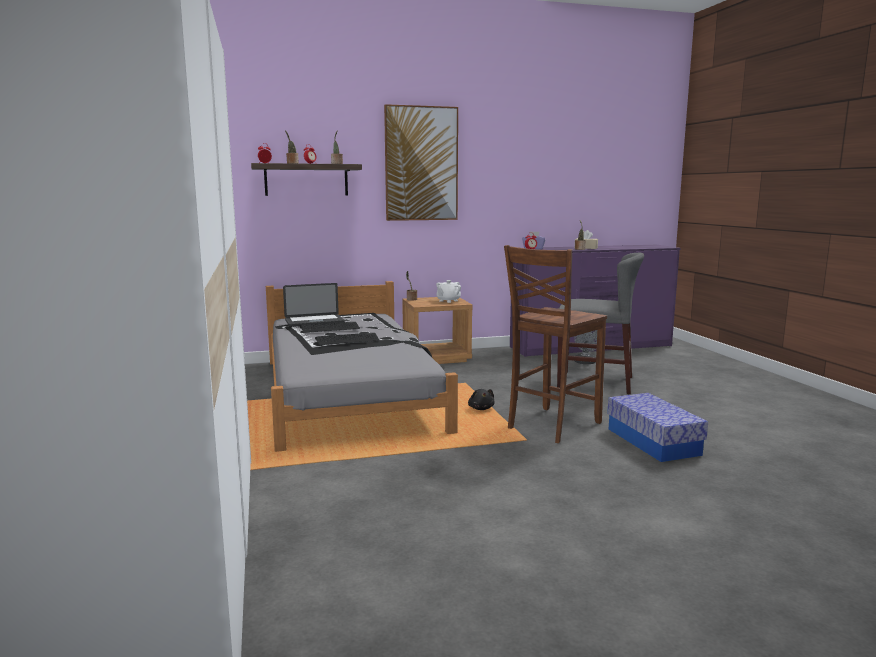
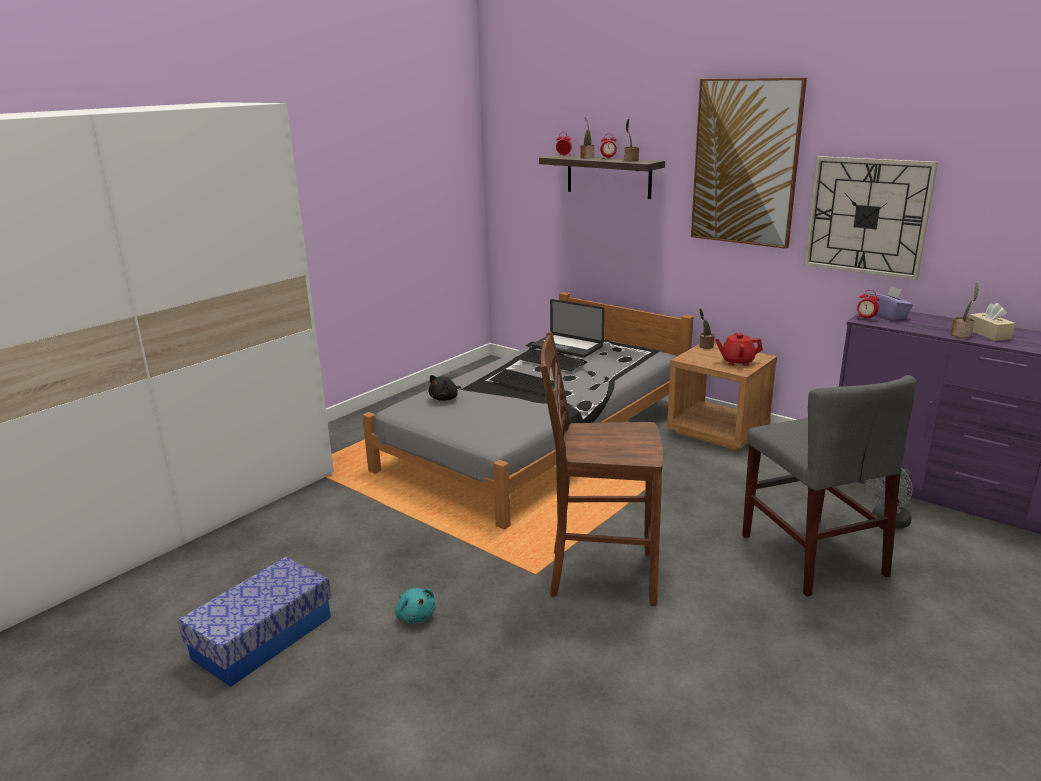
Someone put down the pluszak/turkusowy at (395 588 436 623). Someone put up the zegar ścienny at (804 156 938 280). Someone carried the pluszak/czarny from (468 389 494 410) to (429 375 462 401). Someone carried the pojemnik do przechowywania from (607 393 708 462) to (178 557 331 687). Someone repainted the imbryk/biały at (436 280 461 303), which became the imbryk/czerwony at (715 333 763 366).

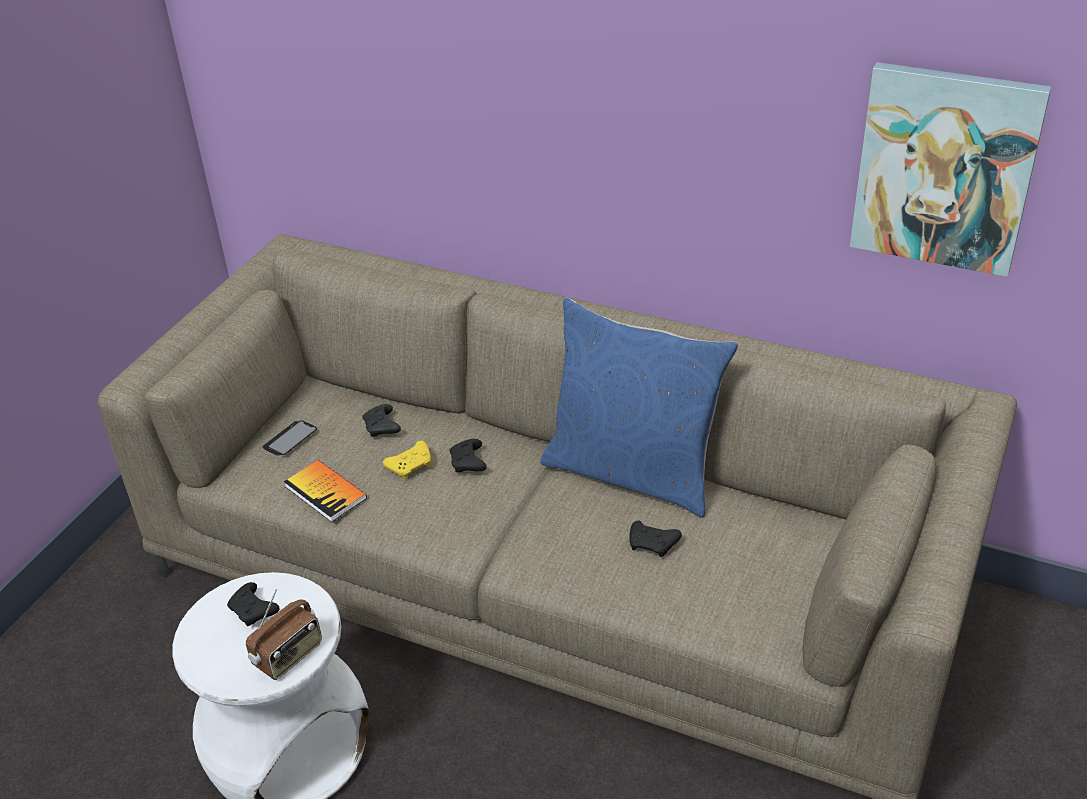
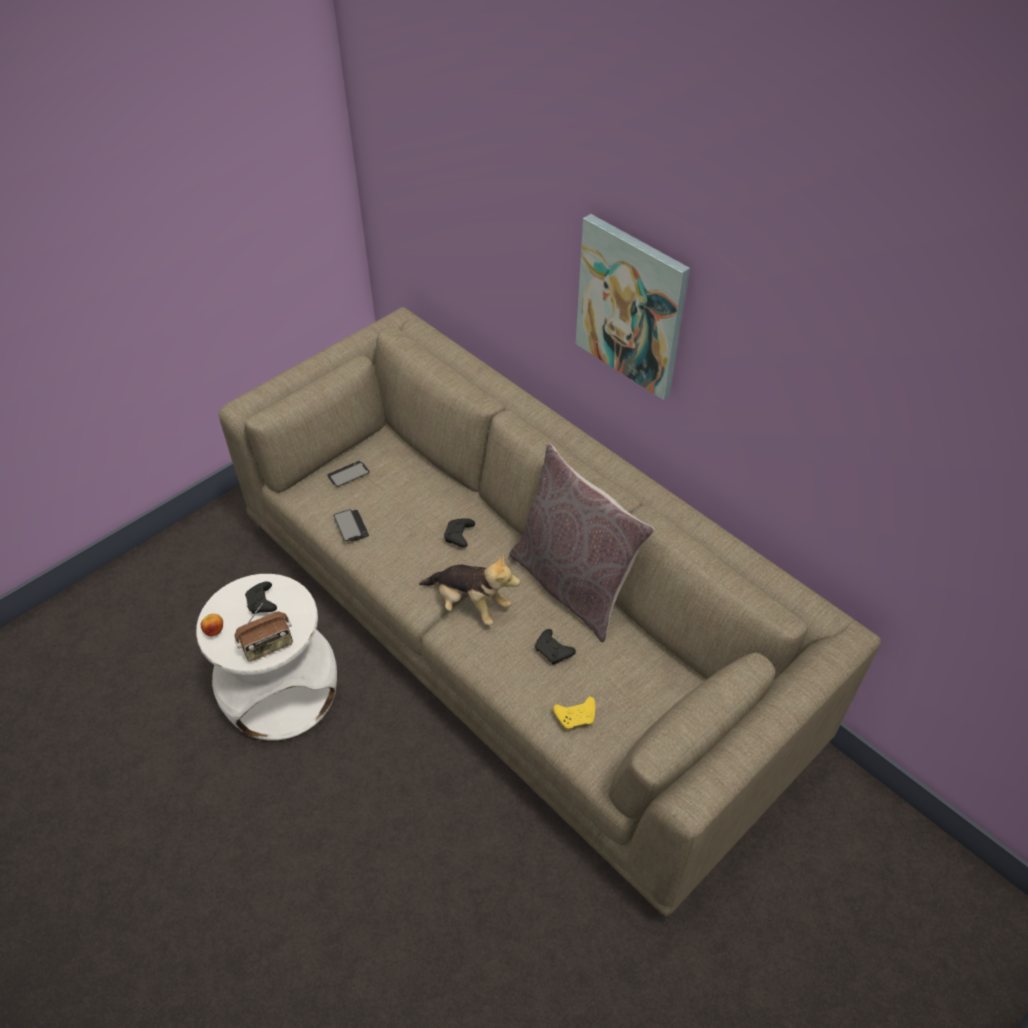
Someone took away the pad do gier/czarny at (362 404 401 437). Someone put down the jabłko at (201 614 223 636). Someone put down the pluszak at (419 553 520 625). Someone carried the pad do gier/żółty from (383 441 431 479) to (553 697 596 730). Someone carried the obraz from (850 62 1051 277) to (576 214 690 400). Someone swapped the książka at (284 460 367 522) for the telefon at (333 509 369 542). Someone repainted the poduszka/niebieski at (540 297 738 518), which became the poduszka/szary at (509 444 655 642).

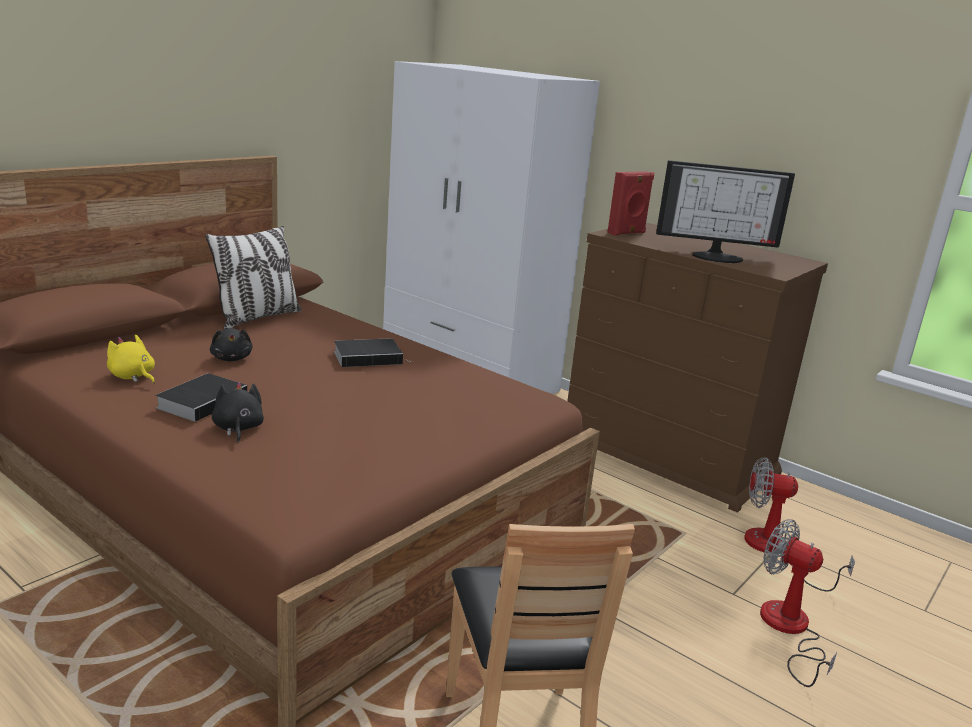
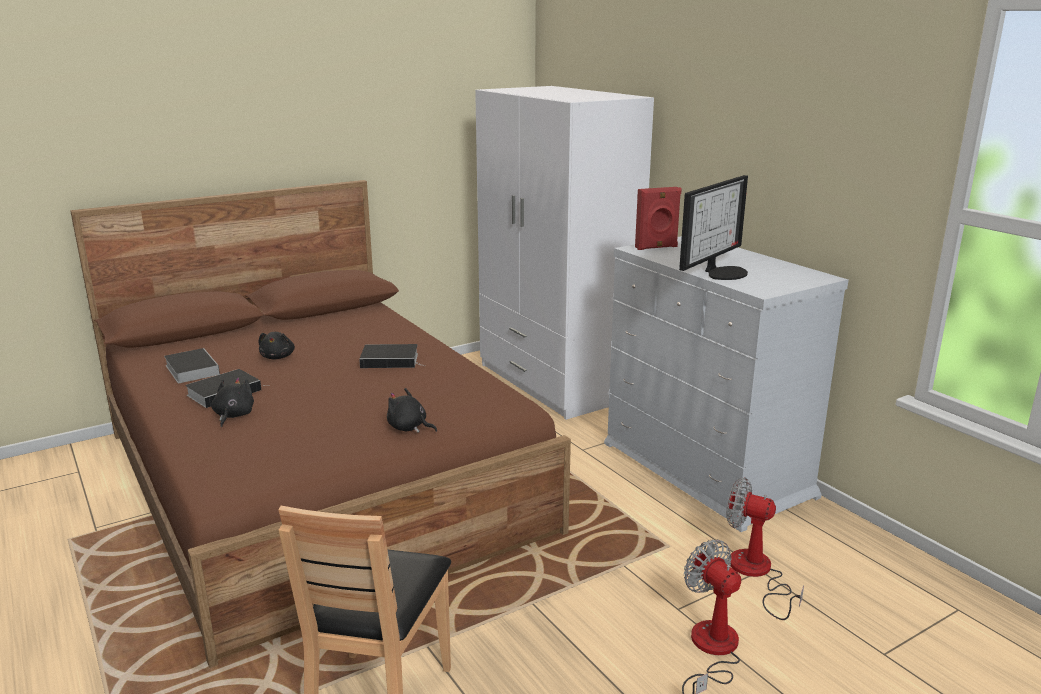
Someone took away the poduszka at (205 226 302 329). Someone put down the pluszak/czarny at (387 388 437 433). Someone swapped the pluszak/żółty at (107 334 155 384) for the książka at (164 348 220 383). Someone repainted the komoda/brązowy at (568 223 828 513), which became the komoda/biały at (604 236 849 532). Someone rotated the monitor at (656 160 795 263) by 75 degrees counterclockwise.

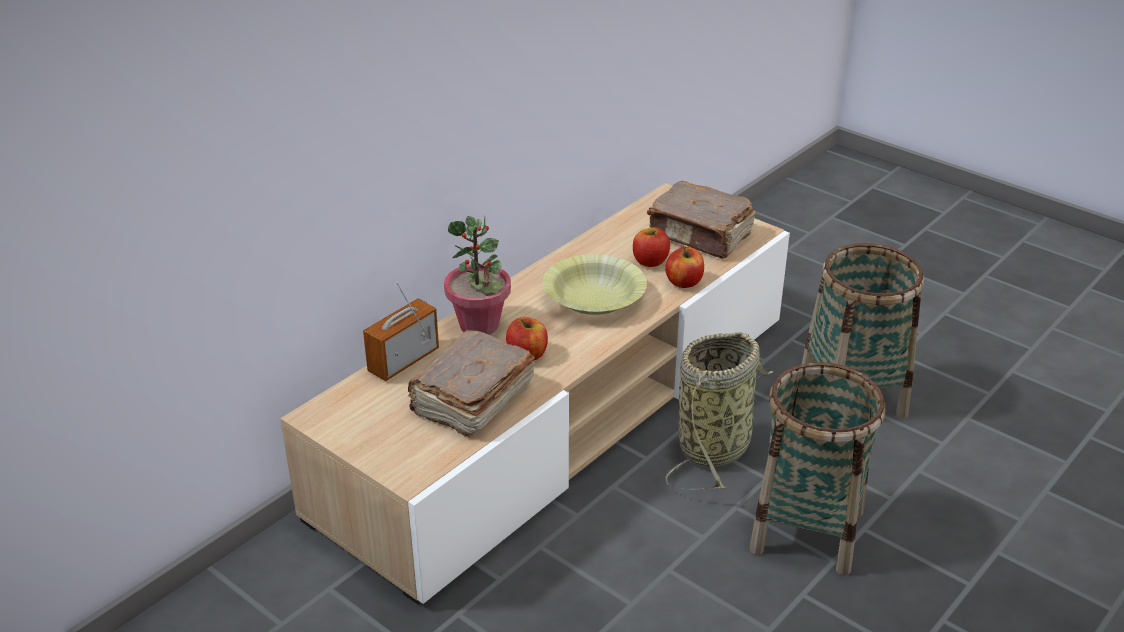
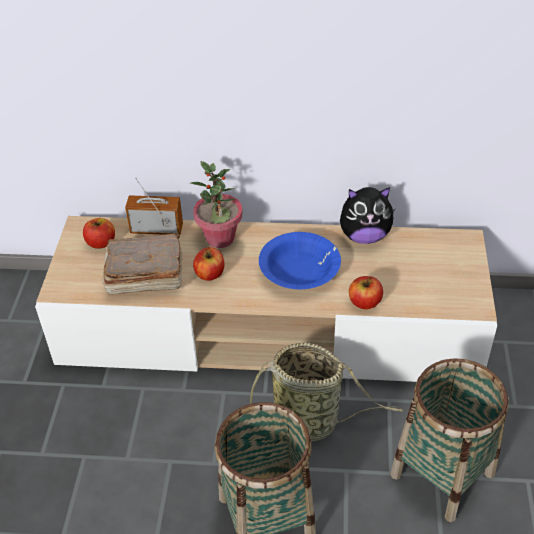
Someone took away the książka/brązowy at (647 181 756 259). Someone put down the pluszak at (340 187 395 244). Someone carried the jabłko from (633 227 670 267) to (83 218 115 248). Someone repainted the miska/żółty at (543 254 647 315), which became the miska/niebieski at (259 232 341 289).

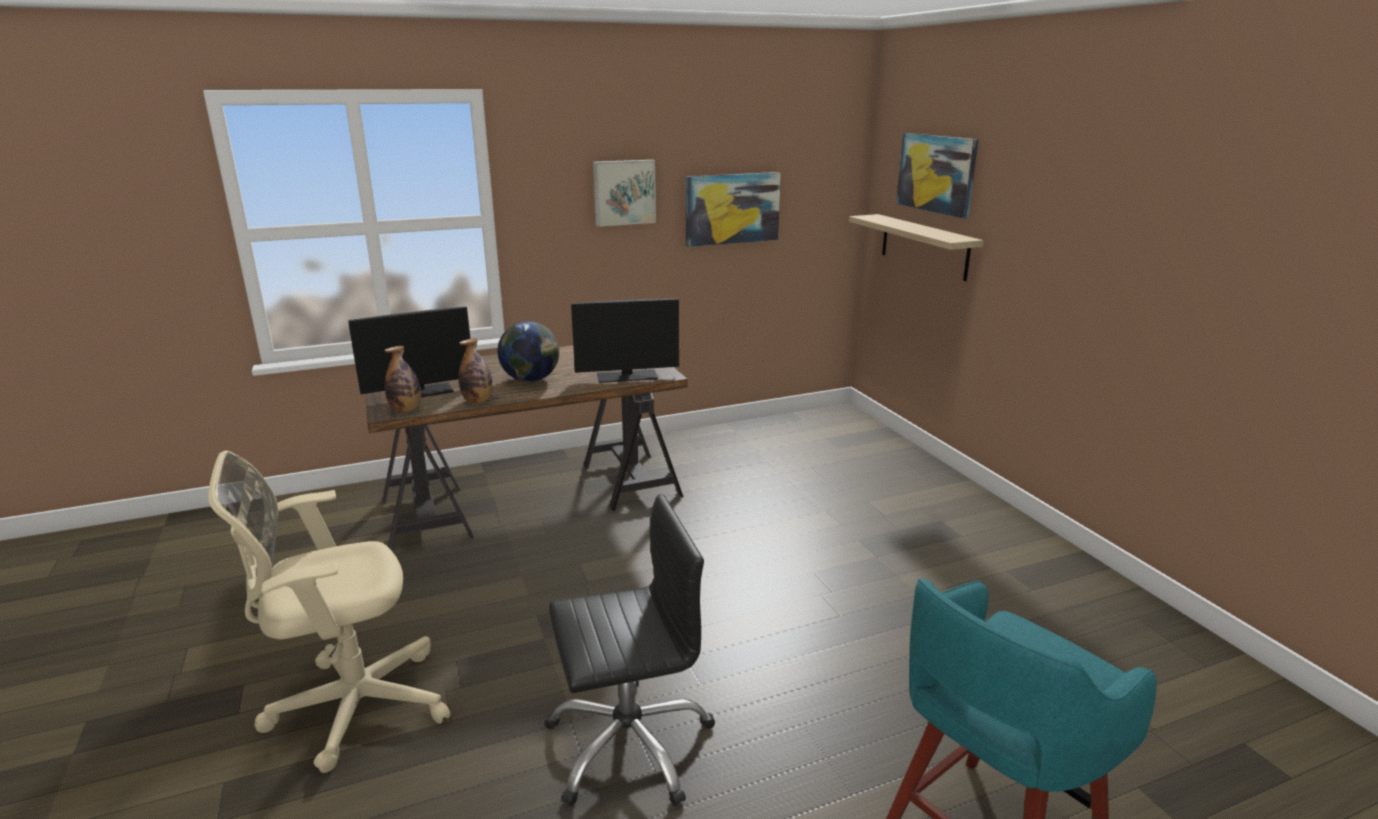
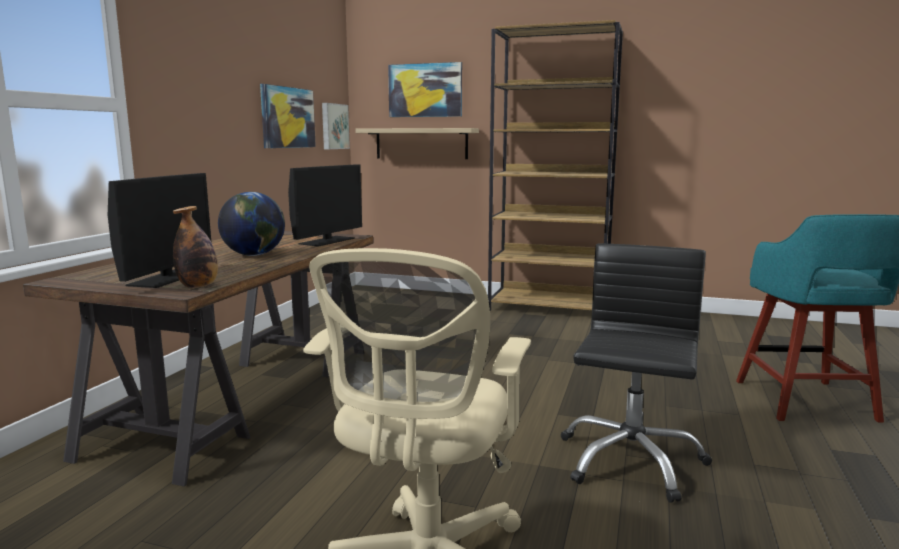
Someone took away the butelka at (459 338 493 403). Someone put down the regał/brązowy at (488 20 623 311). Someone carried the obraz from (593 160 656 227) to (322 103 350 149).

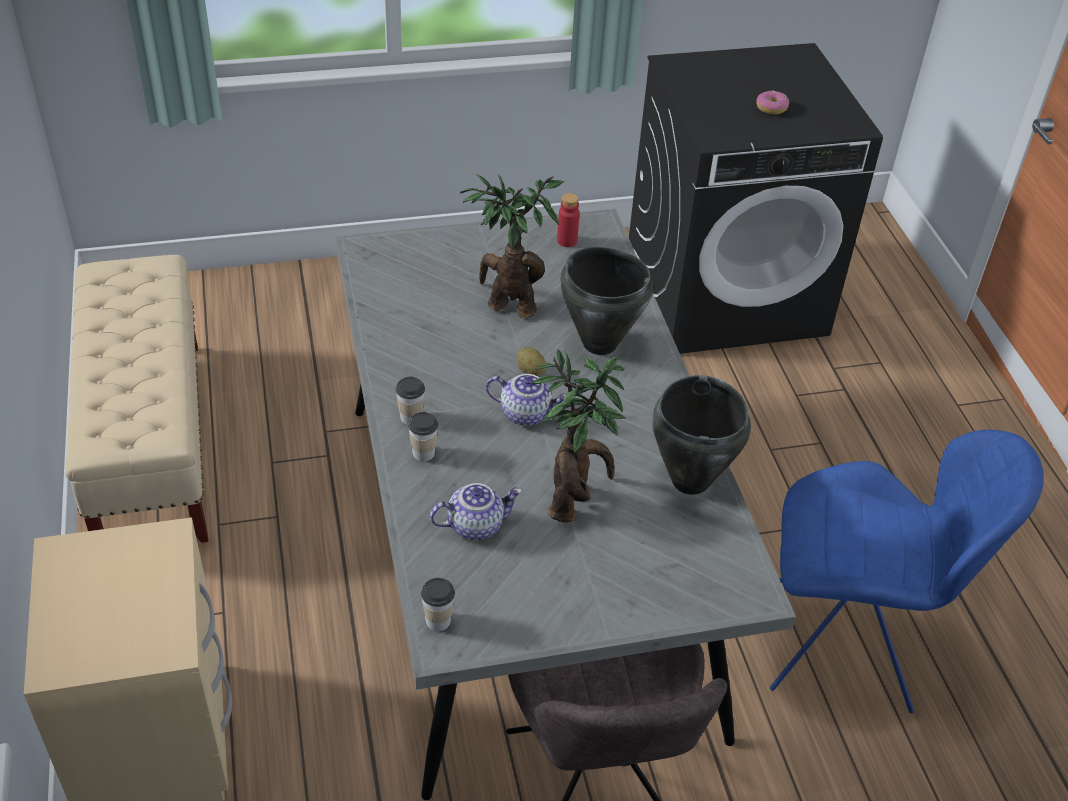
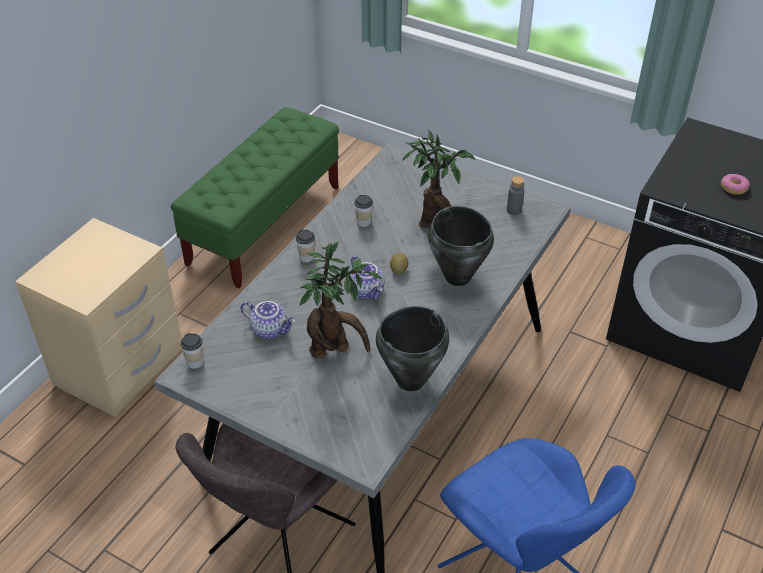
Someone carried the filiżanka from (408 412 438 462) to (354 195 373 227). Someone repainted the ławka/beżowy at (65 255 208 543), which became the ławka/zielony at (171 107 339 289). Someone repainted the butelka/czerwony at (557 193 580 247), which became the butelka/szary at (507 176 524 215).

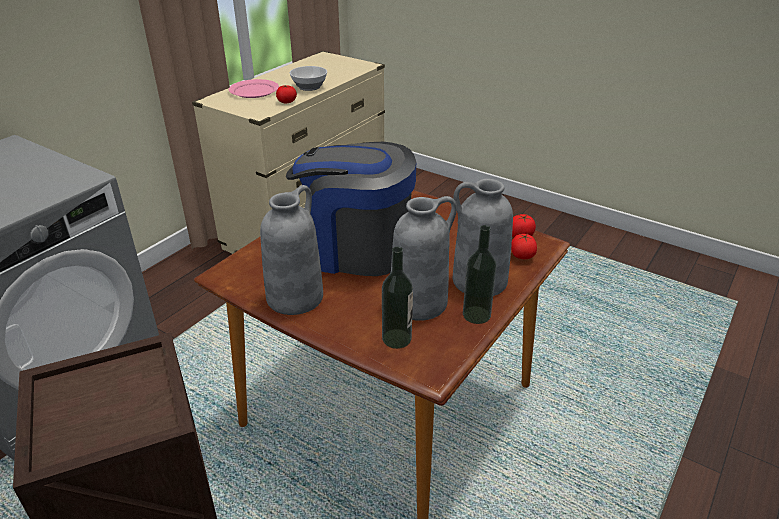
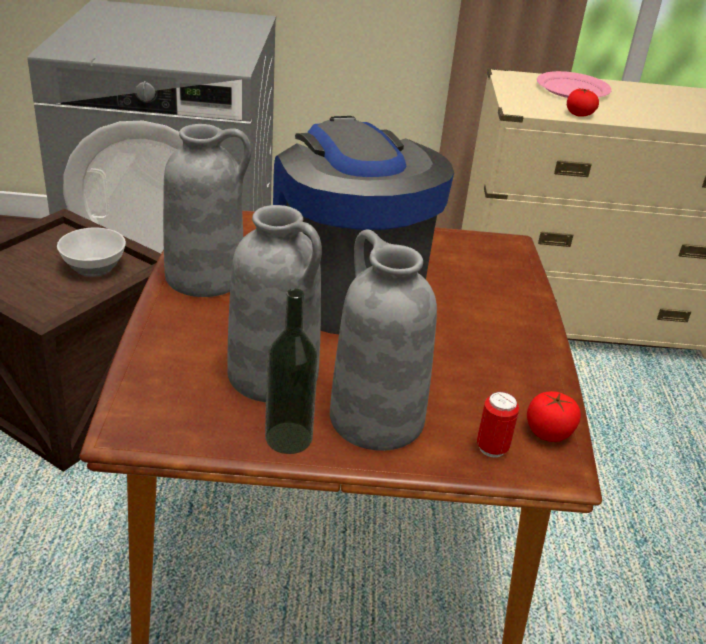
Someone took away the butelka at (382 247 413 349). Someone carried the miska from (290 66 327 91) to (57 228 126 277). Someone swapped the pomidor at (511 234 537 259) for the puszka at (477 391 519 457).

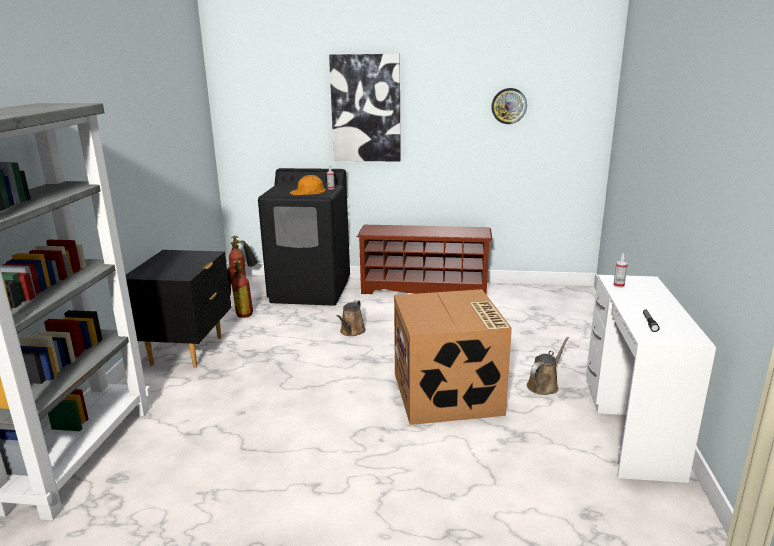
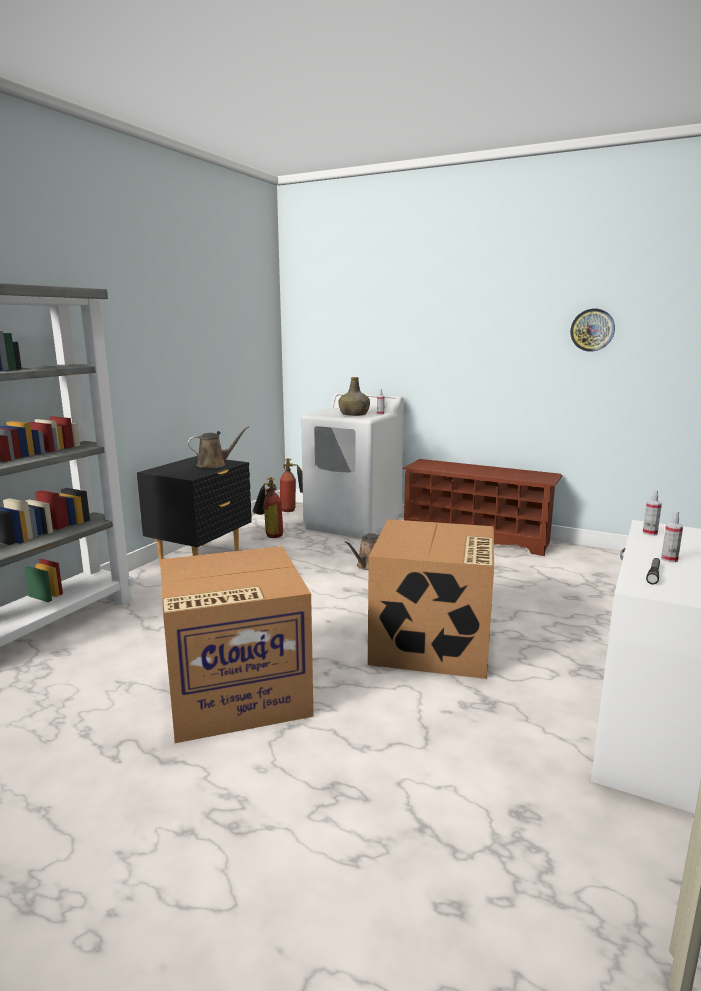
Someone took away the obraz at (329 54 401 161). Someone put down the karton at (160 546 313 743). Someone put down the spryskiwacz at (661 511 683 562). Someone carried the konewka/brązowy from (527 337 569 395) to (188 426 249 468). Someone swapped the kask/pomarańczowy at (290 175 326 195) for the butelka/zielony at (338 377 370 416). Someone repainted the pralka/czarny at (258 168 350 306), which became the pralka/biały at (301 392 404 539).

